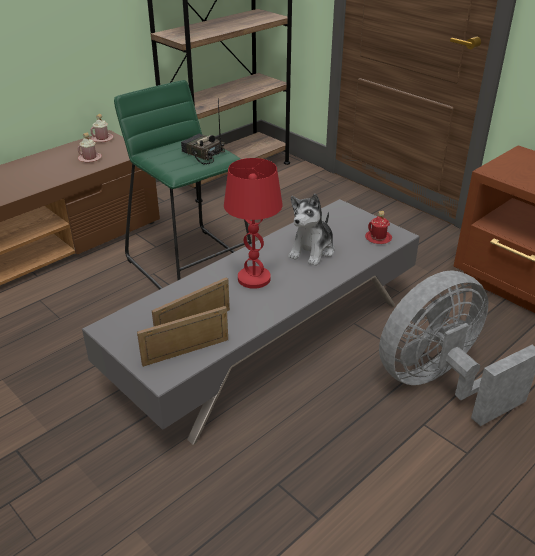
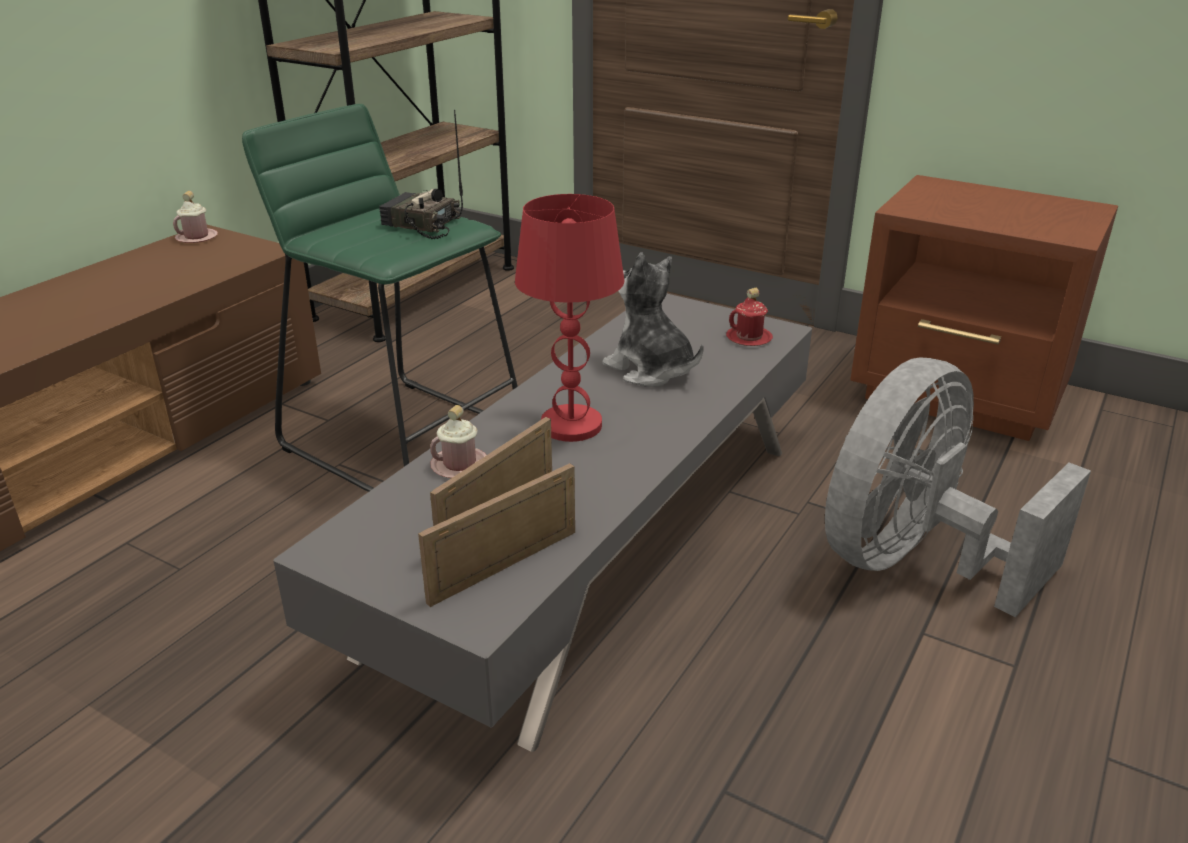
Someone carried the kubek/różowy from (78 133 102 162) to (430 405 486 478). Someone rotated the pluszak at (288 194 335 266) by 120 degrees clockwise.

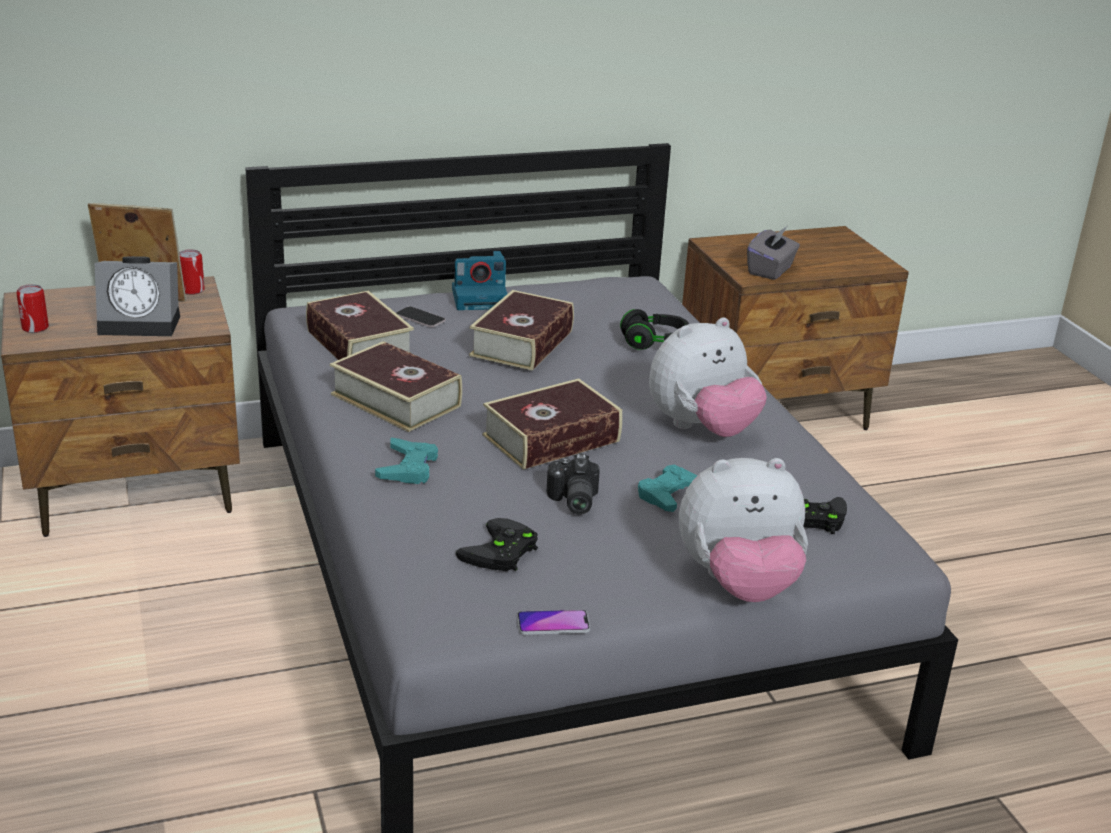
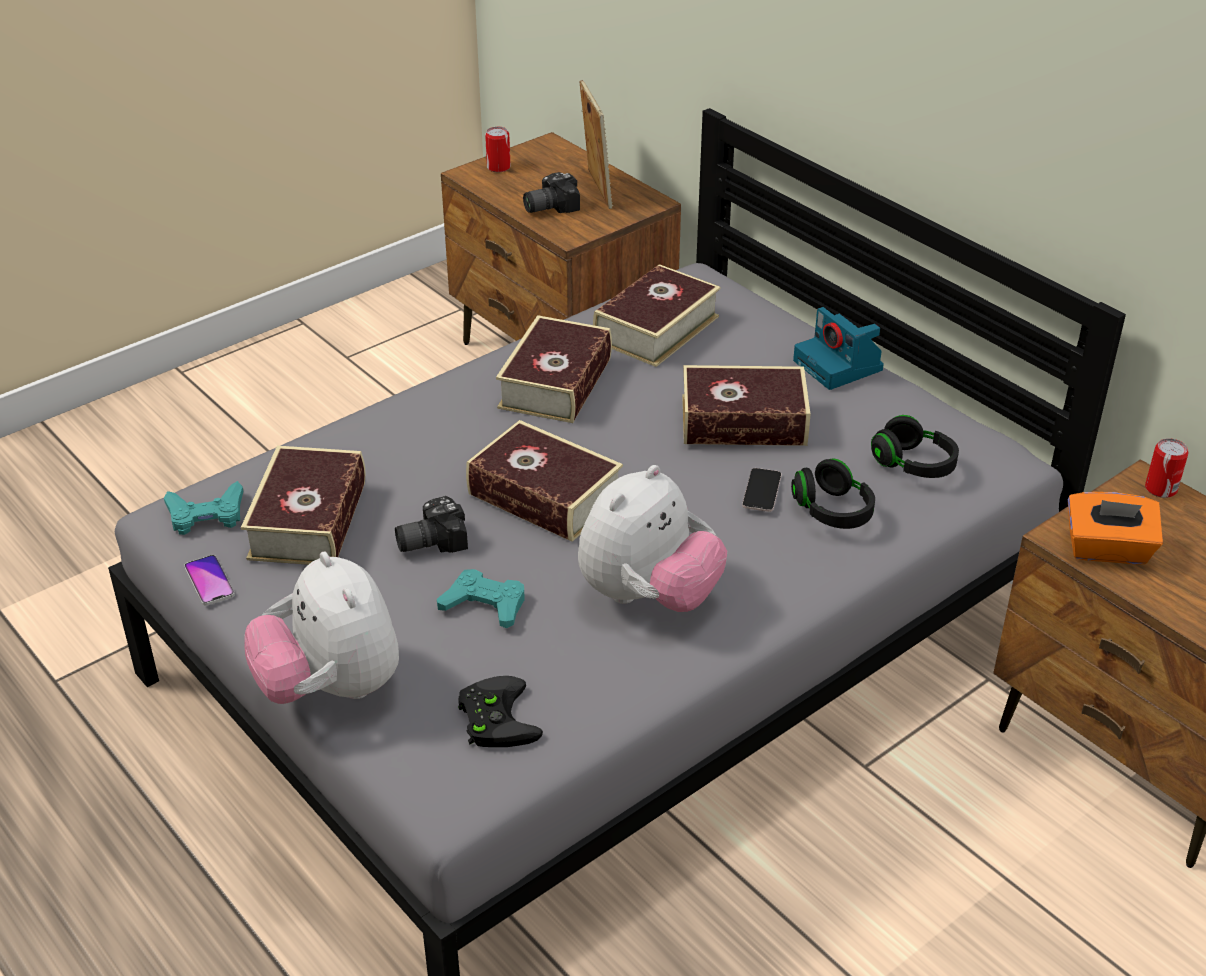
Someone put down the słuchawki/czarny at (871 415 959 478). Someone carried the puszka from (179 249 205 295) to (1145 438 1188 498). Someone carried the pad do gier/turkusowy from (375 438 438 484) to (164 481 243 535). Someone carried the telefon from (396 306 445 327) to (742 468 782 512). Someone swapped the budzik at (94 256 180 336) for the aparat fotograficzny at (523 172 580 213). Someone swapped the pad do gier/czarny at (456 518 538 571) for the książka at (241 446 365 565). Someone repainted the pudełko chusteczek/szary at (747 227 800 280), which became the pudełko chusteczek/pomarańczowy at (1068 492 1163 564). Someone rotated the pluszak at (649 317 767 437) by 90 degrees counterclockwise.

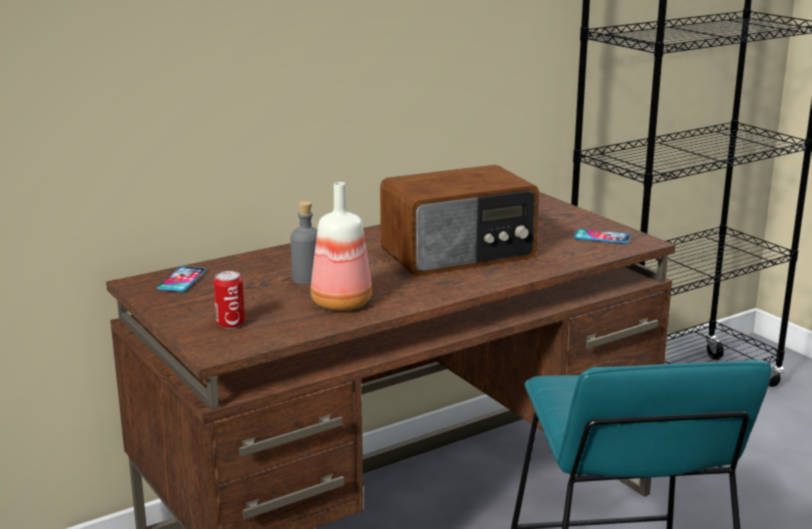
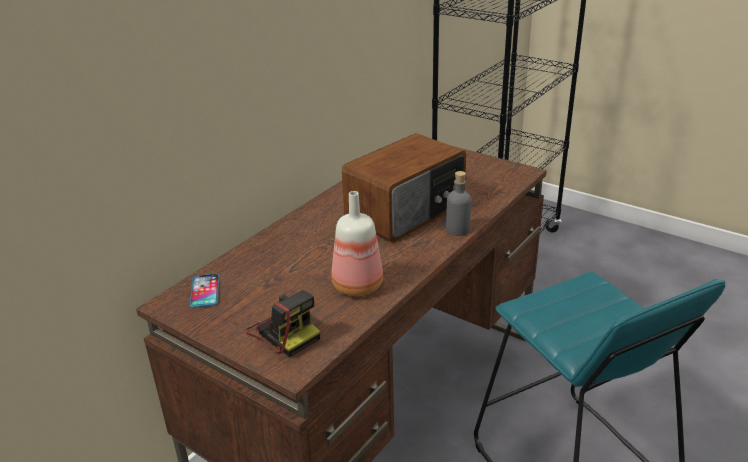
Someone took away the telefon at (574 229 631 244). Someone carried the butelka/szary from (291 201 317 285) to (446 171 471 236). Someone swapped the puszka at (213 271 245 329) for the aparat fotograficzny at (246 290 320 357).

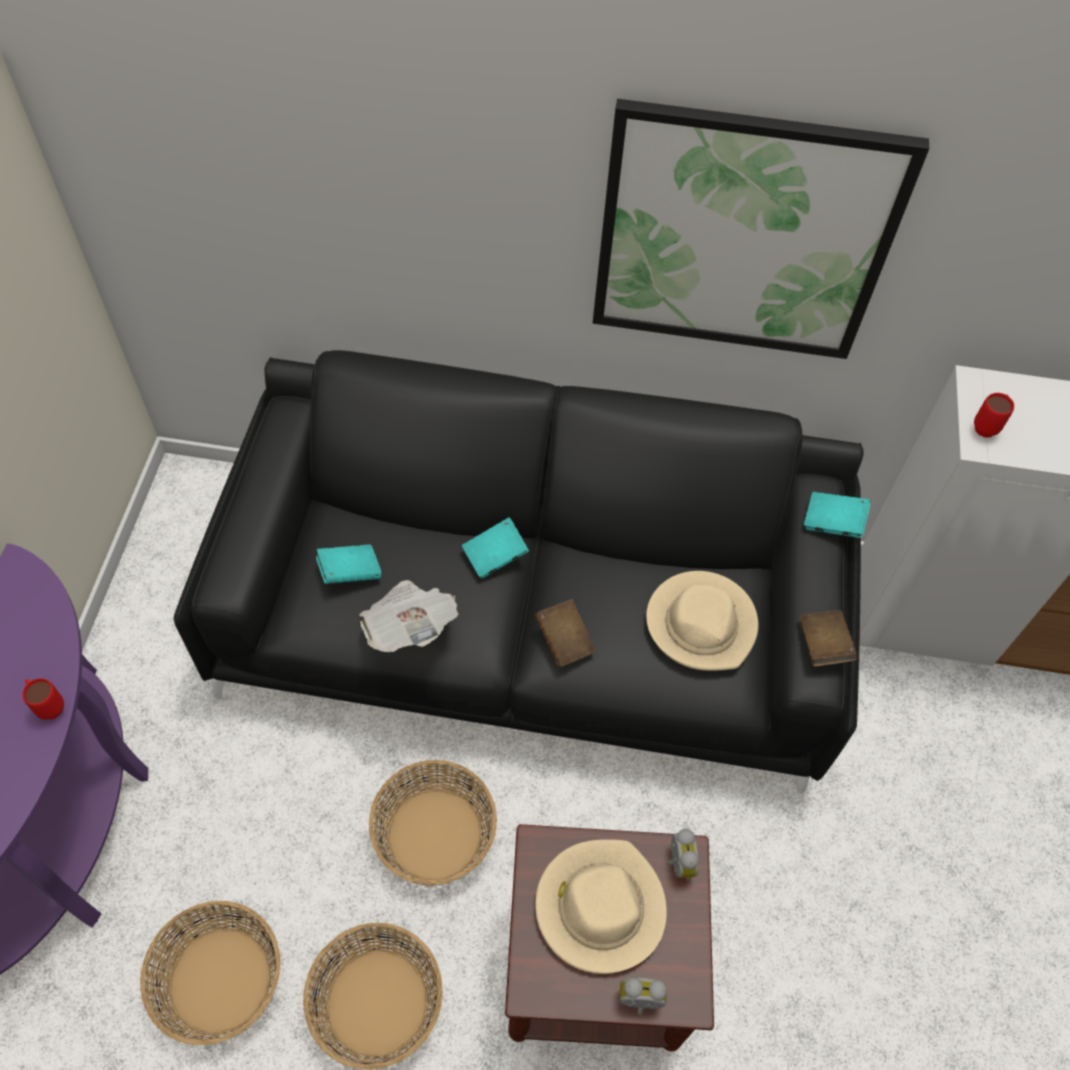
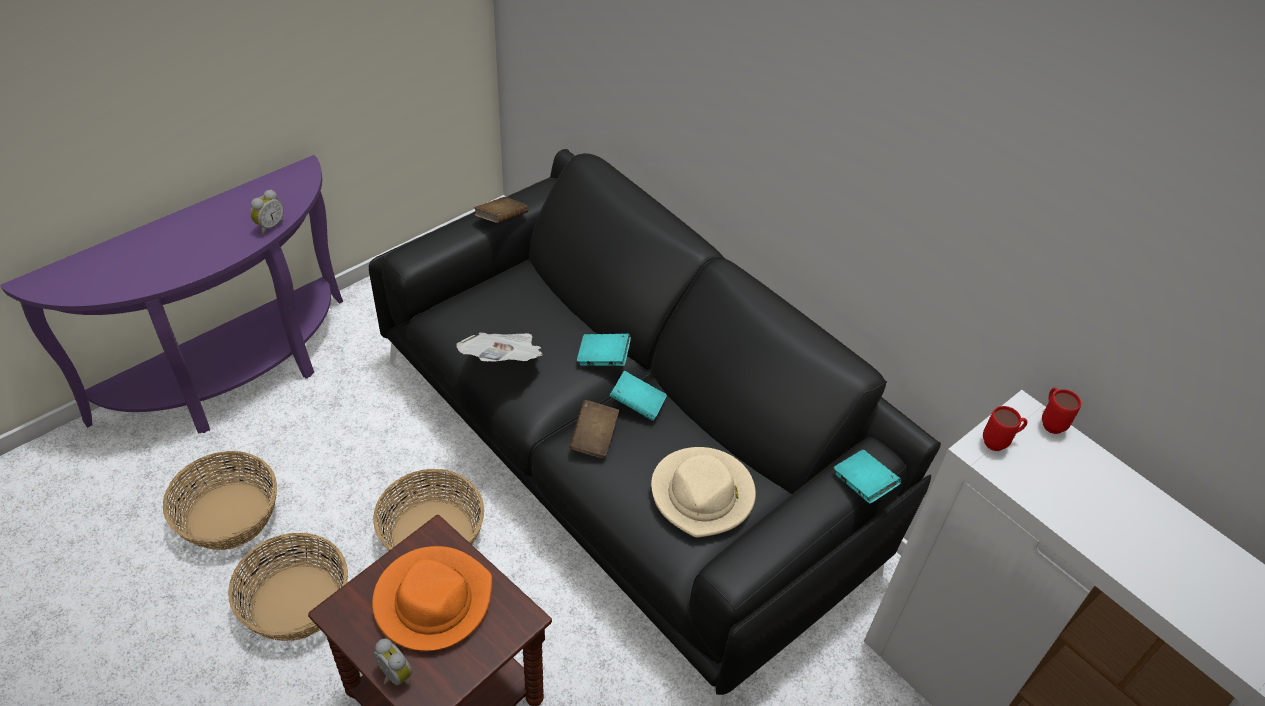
Someone took away the obraz at (593 99 929 359). Someone carried the kubek/czerwony from (22 678 64 720) to (1042 387 1081 434). Someone carried the książka/turkusowy from (316 544 381 584) to (610 371 667 421). Someone carried the budzik from (666 829 699 881) to (250 190 284 235). Someone carried the książka/brązowy from (799 610 858 666) to (474 197 528 223). Someone repainted the kapelusz/beżowy at (535 839 667 974), which became the kapelusz/pomarańczowy at (372 546 492 651).

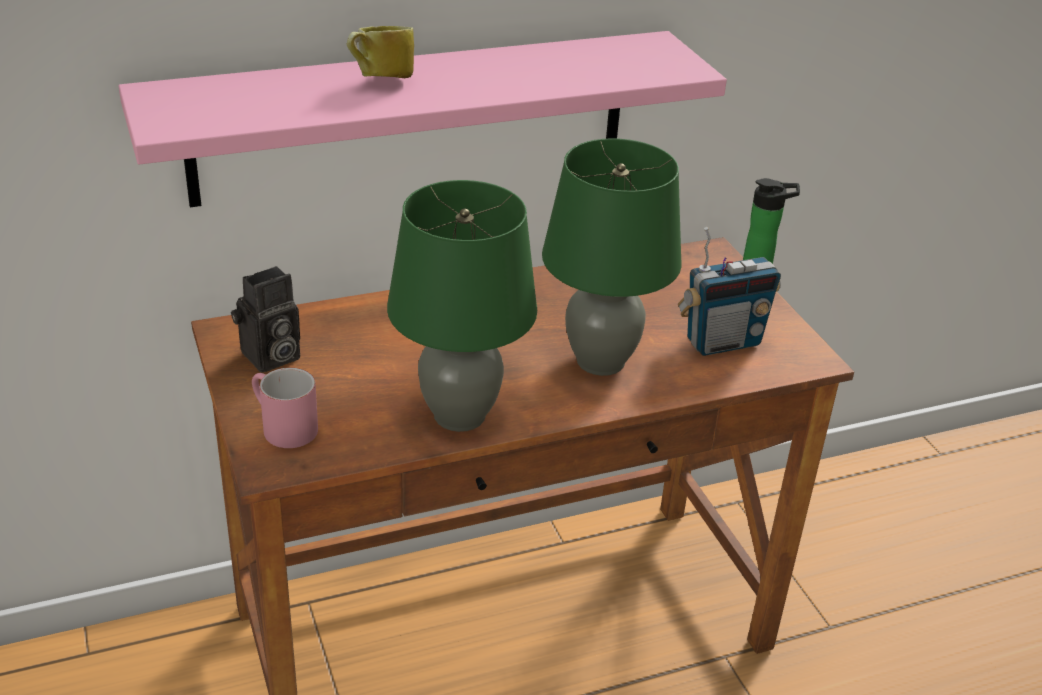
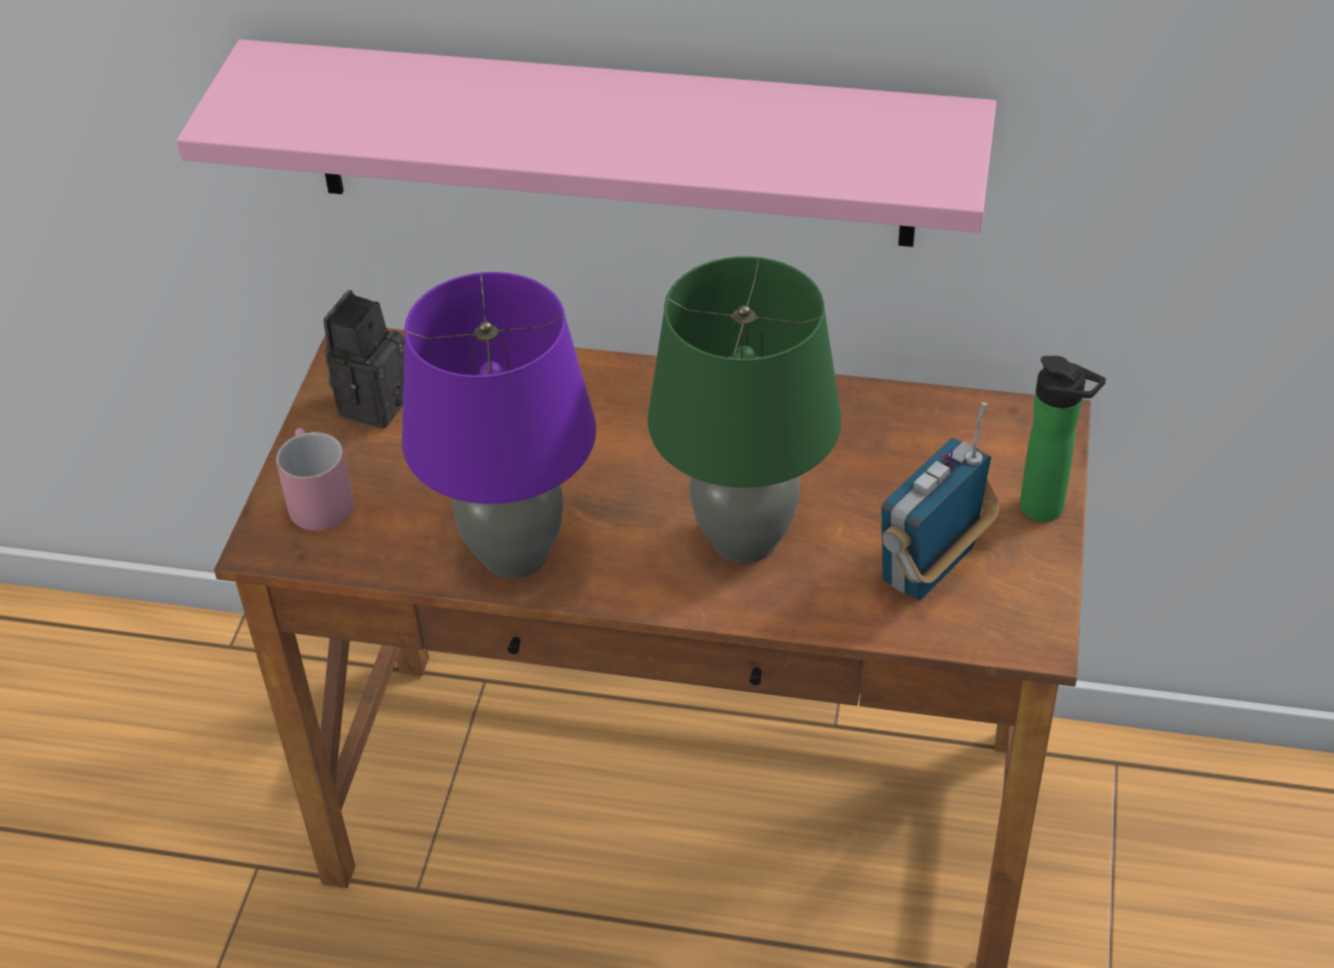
Someone took away the kubek at (347 26 414 78). Someone repainted the lampa stołowa/zielony at (387 180 537 432), which became the lampa stołowa/fioletowy at (402 272 596 579). Someone rotated the aparat fotograficzny at (231 266 300 372) by 120 degrees clockwise. Someone rotated the radio at (678 227 781 356) by 120 degrees clockwise.

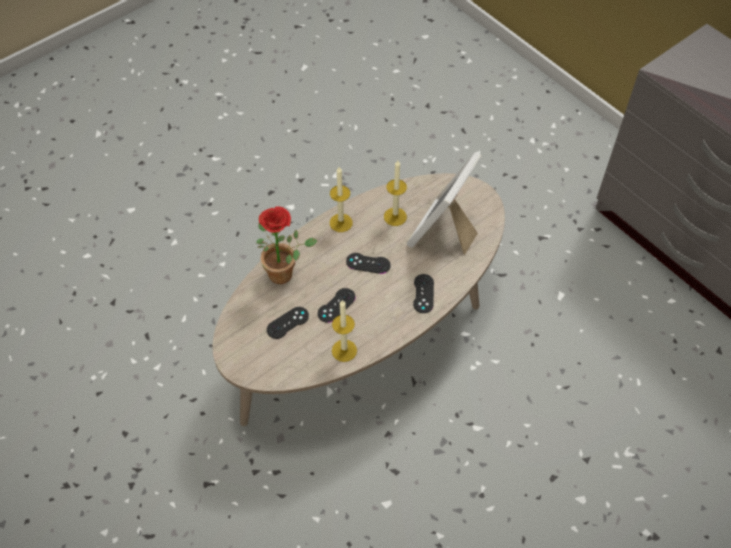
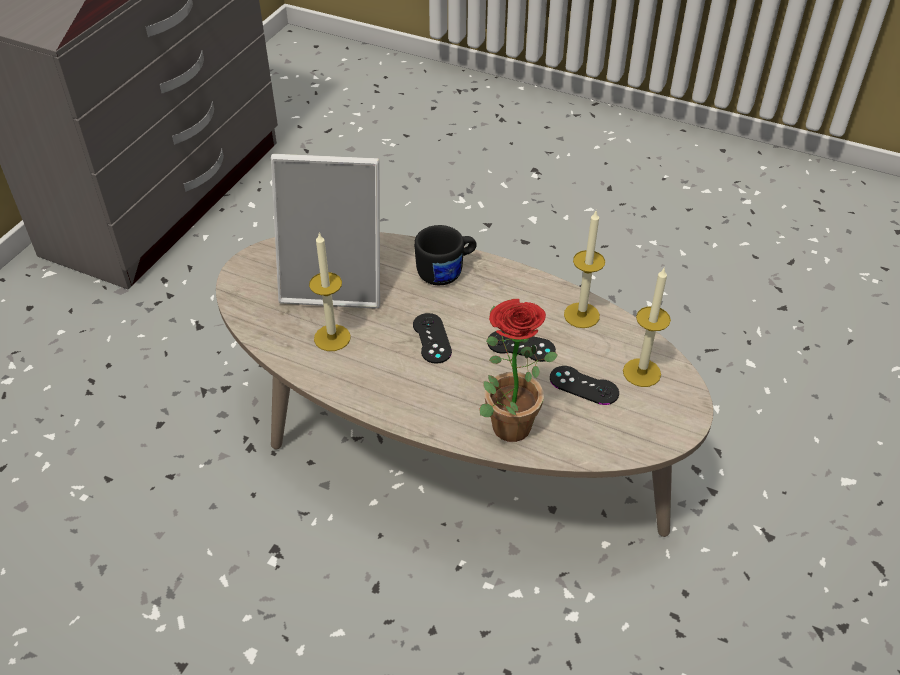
Someone carried the świeca from (330 167 353 232) to (623 268 671 387). Someone swapped the pad do gier/czarny at (413 274 434 313) for the kubek/czarny at (414 225 477 285).

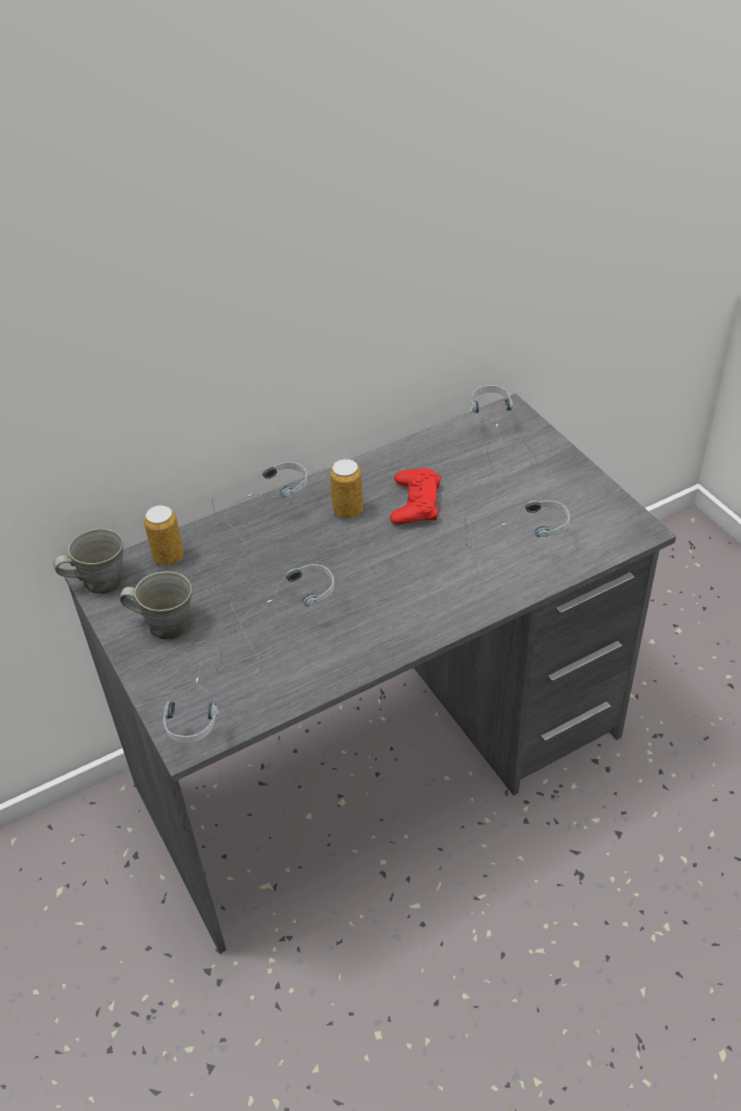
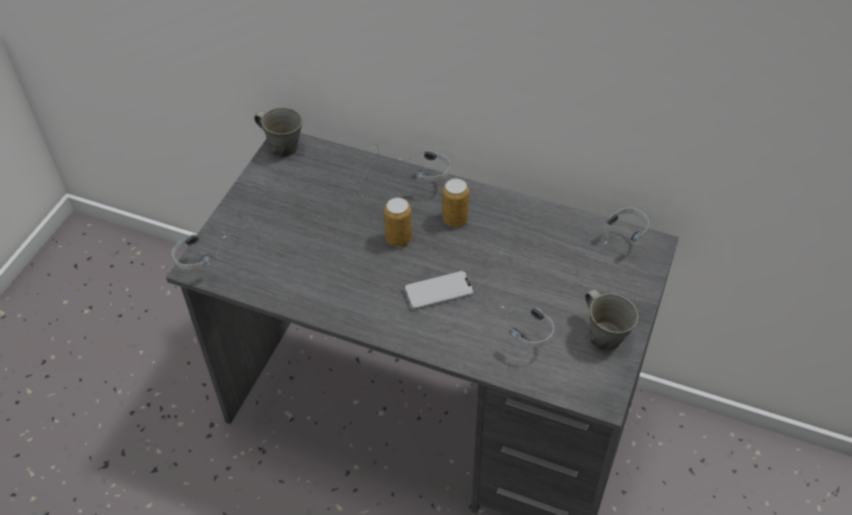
Someone took away the słuchawki at (228 564 335 671). Someone took away the pad do gier/czerwony at (390 468 441 525). Someone put down the telefon at (404 271 474 310). Someone carried the kubek/szary from (120 571 192 639) to (585 289 638 351). Someone carried the puszka from (144 505 184 566) to (384 197 412 247).

